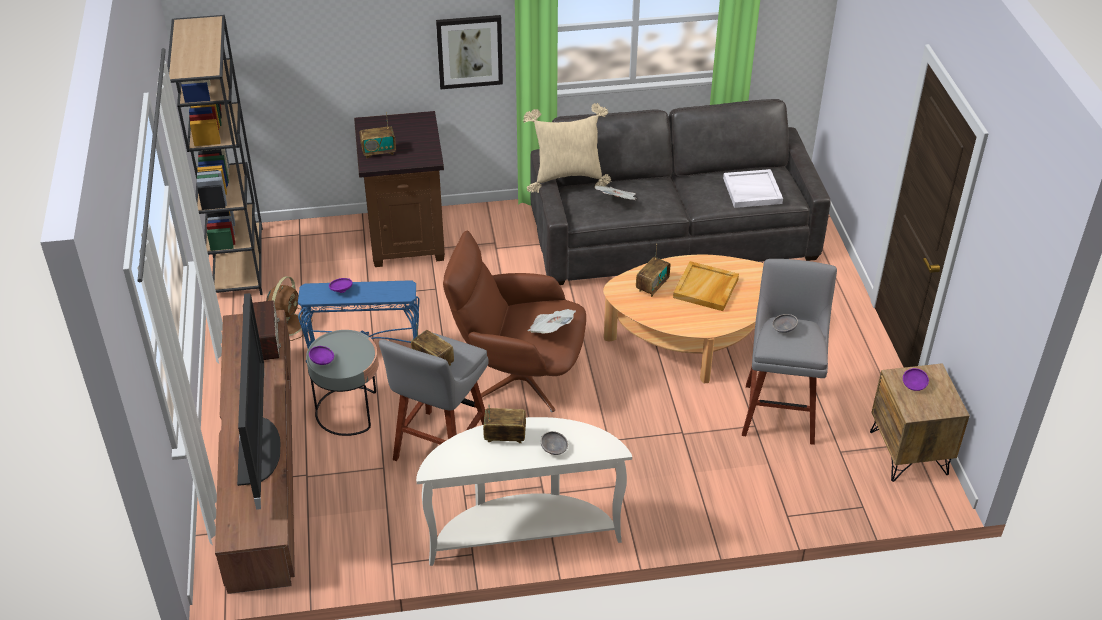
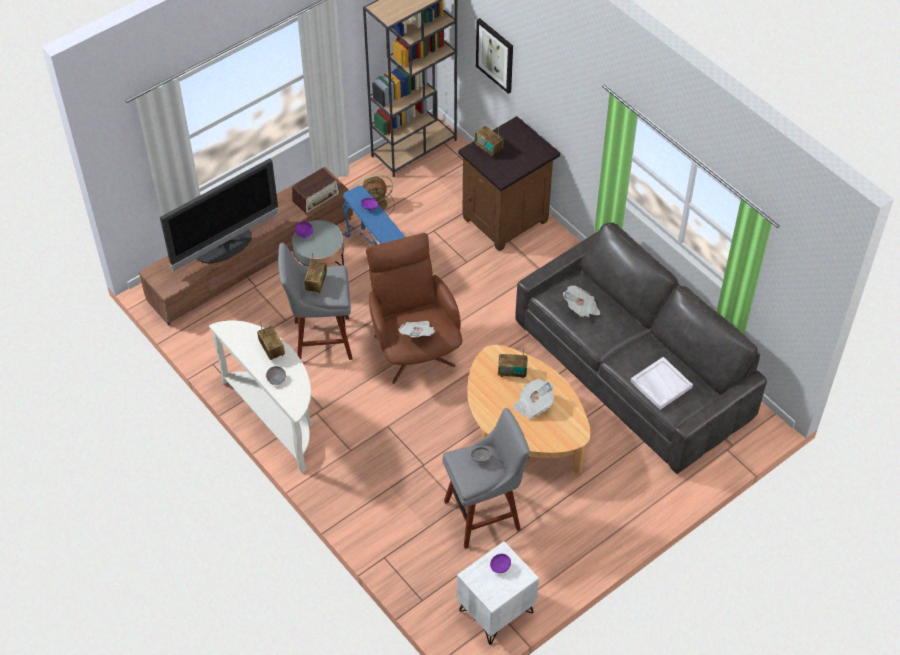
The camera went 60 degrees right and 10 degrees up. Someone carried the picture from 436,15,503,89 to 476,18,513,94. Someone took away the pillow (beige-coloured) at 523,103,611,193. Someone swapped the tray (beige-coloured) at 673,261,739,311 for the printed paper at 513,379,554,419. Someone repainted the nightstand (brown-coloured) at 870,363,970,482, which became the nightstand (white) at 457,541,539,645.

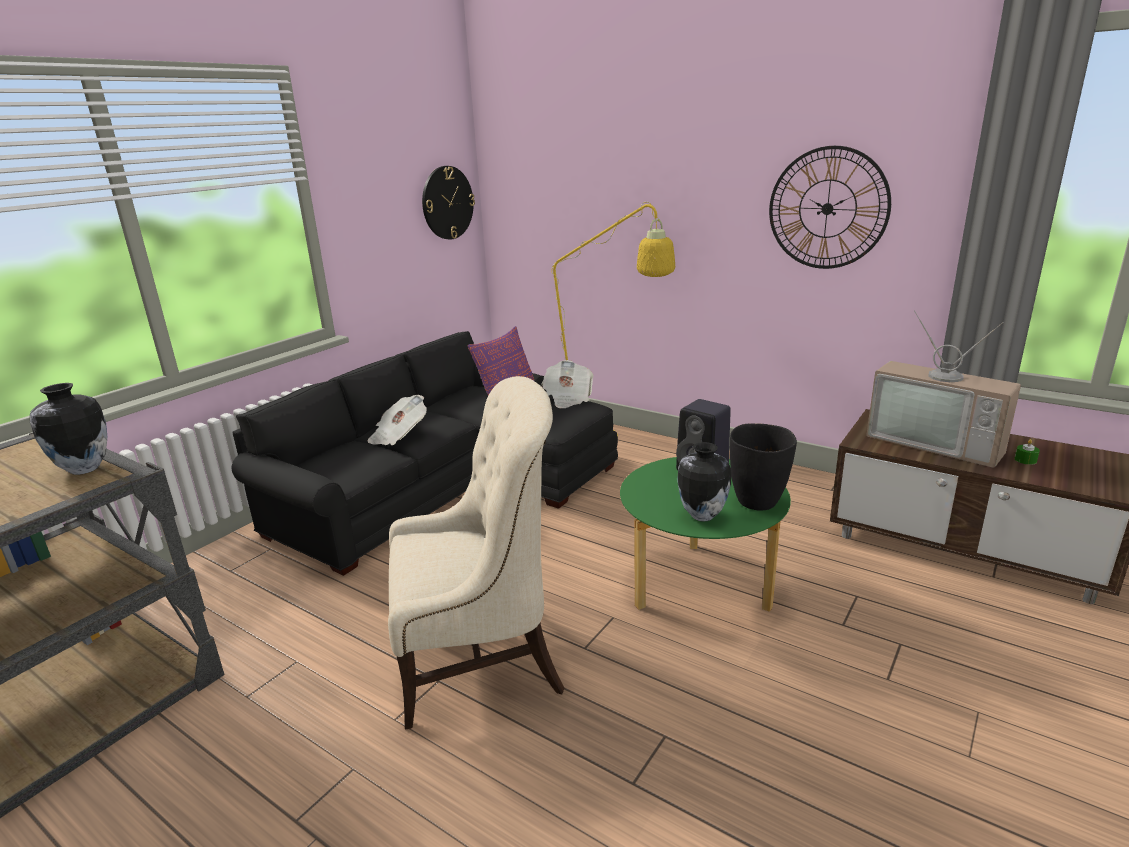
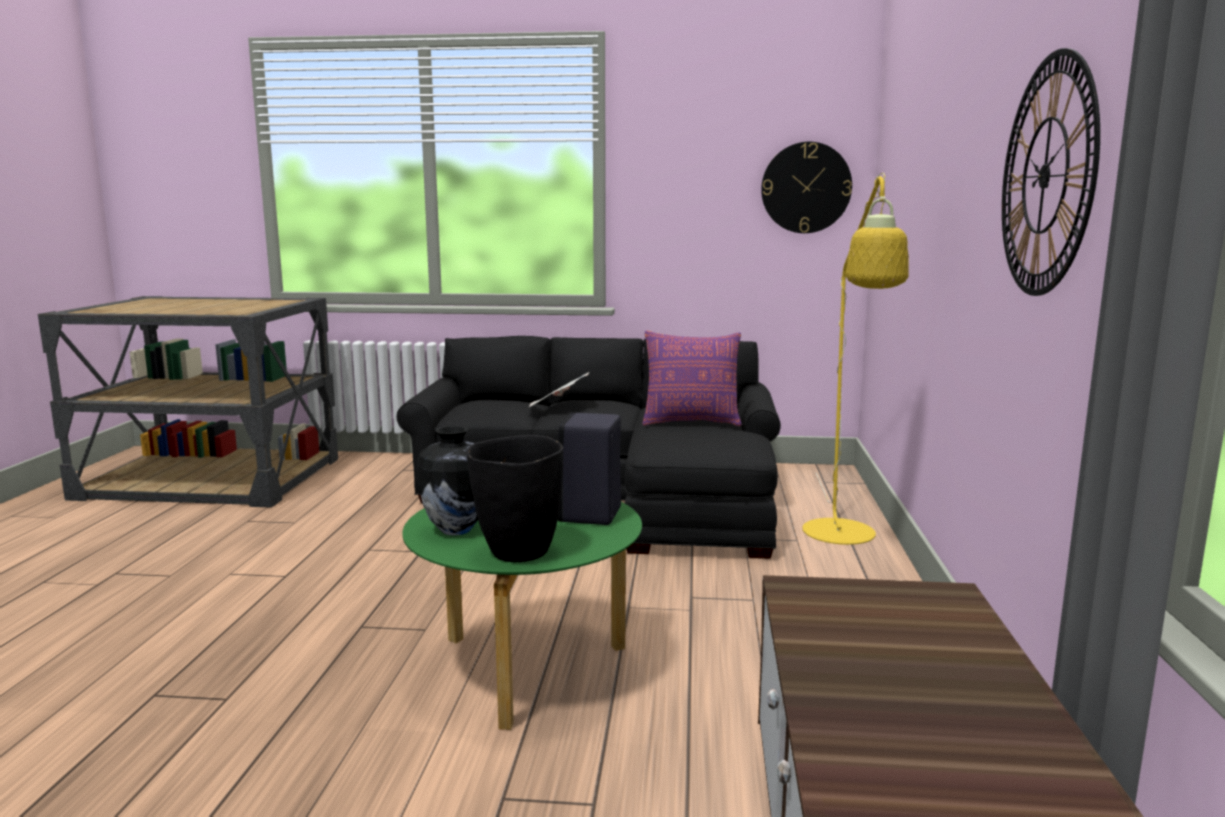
The camera went 60 degrees right and 10 degrees down. Someone took away the TV at 866,310,1021,468. Someone took away the printed paper at 542,360,594,408. Someone took away the lounge chair (beige-coloured) at 388,376,564,729. Someone took away the flower vase at 30,383,107,475. Someone took away the candle (green) at 1014,439,1040,465.

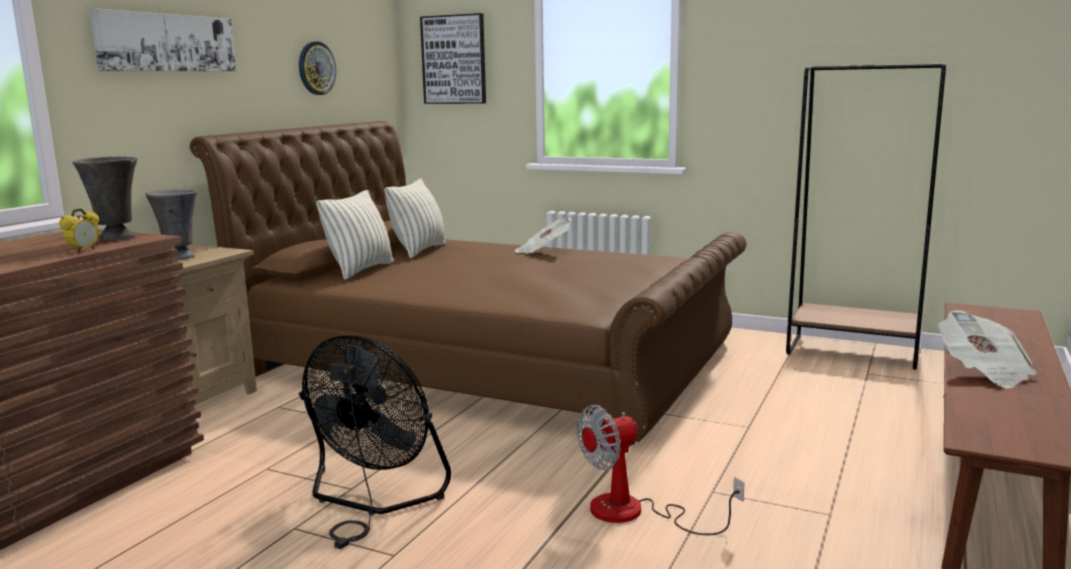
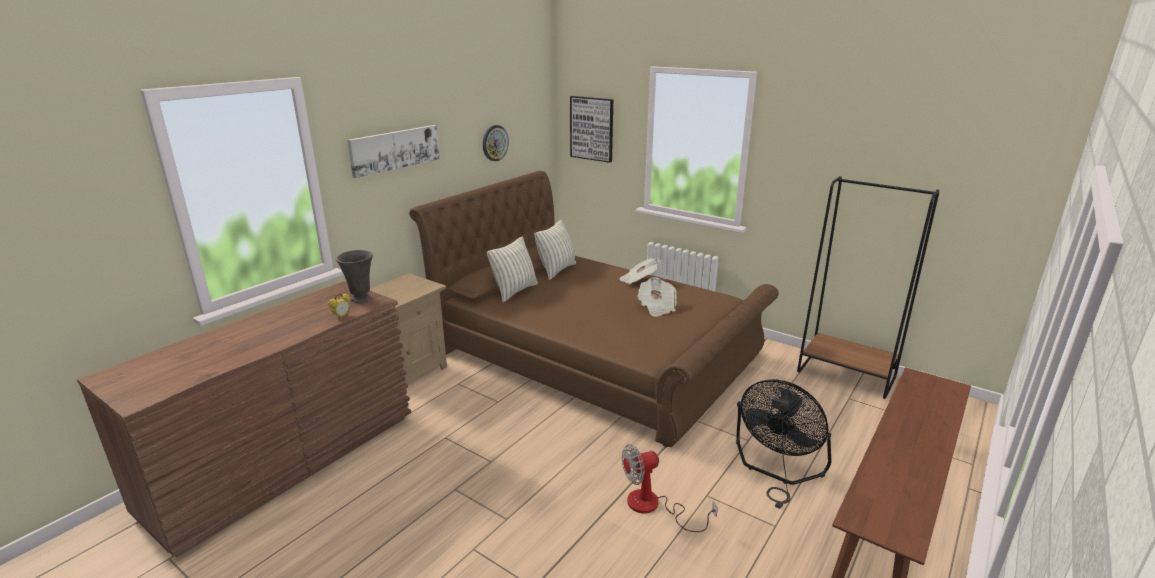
The camera went 10 degrees right and 10 degrees up. Someone took away the flower vase (greyish) at 145,189,197,259. Someone carried the printed paper from 938,310,1037,389 to 637,277,677,317. Someone carried the cooling fan (black) from 299,336,451,549 to 736,379,832,509.

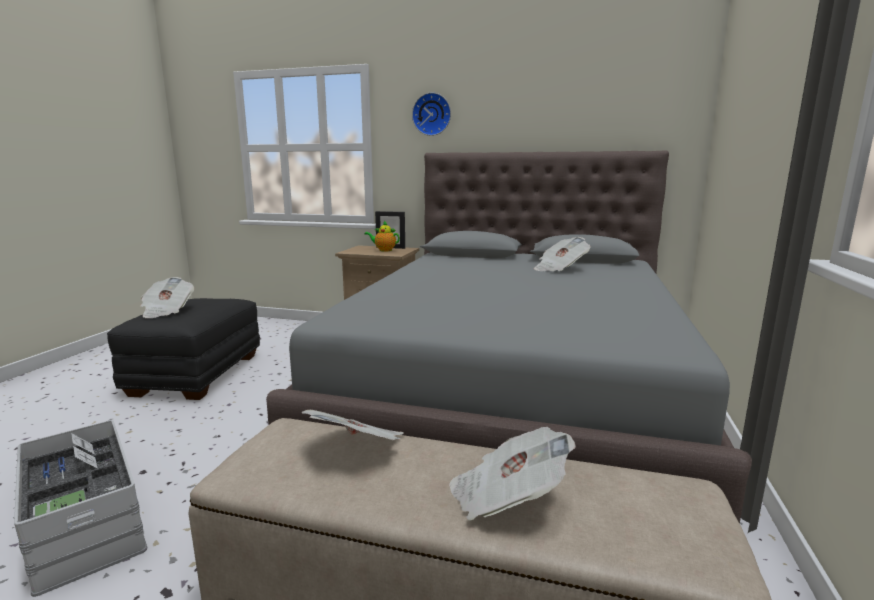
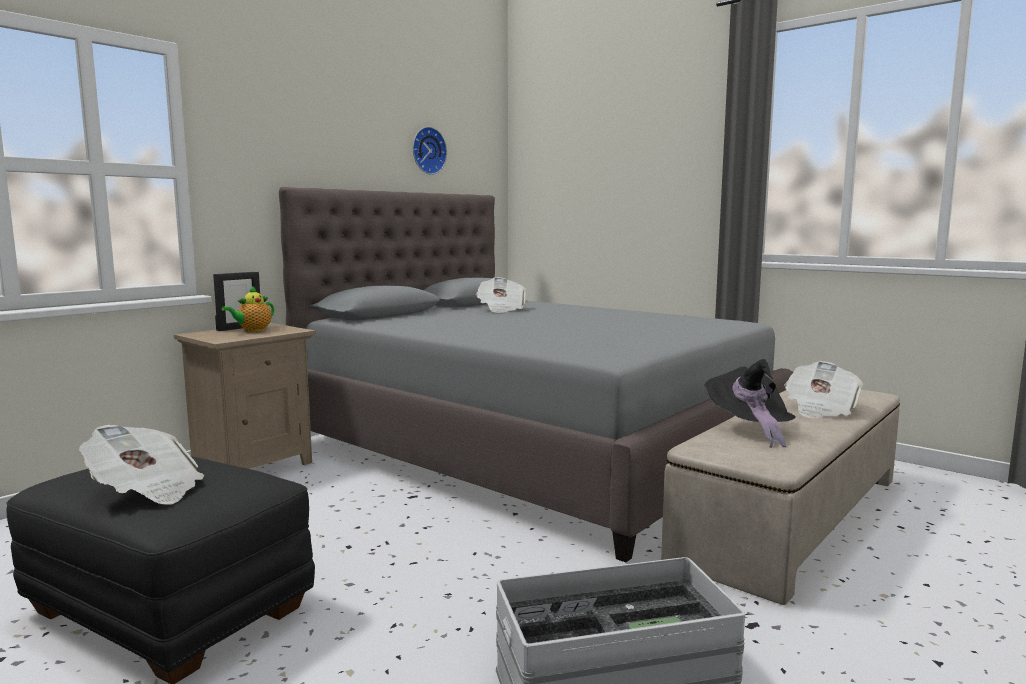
The camera went 65 degrees left and 5 degrees down. Someone carried the hanging clock from 412,92,451,136 to 413,127,447,175. Someone swapped the printed paper at 302,410,404,441 for the wearable hat (black) at 704,359,796,448.

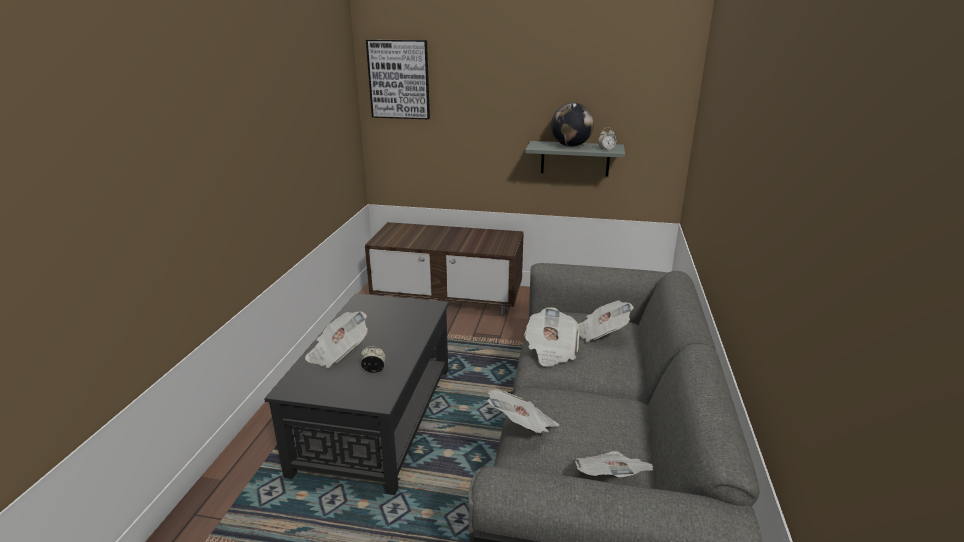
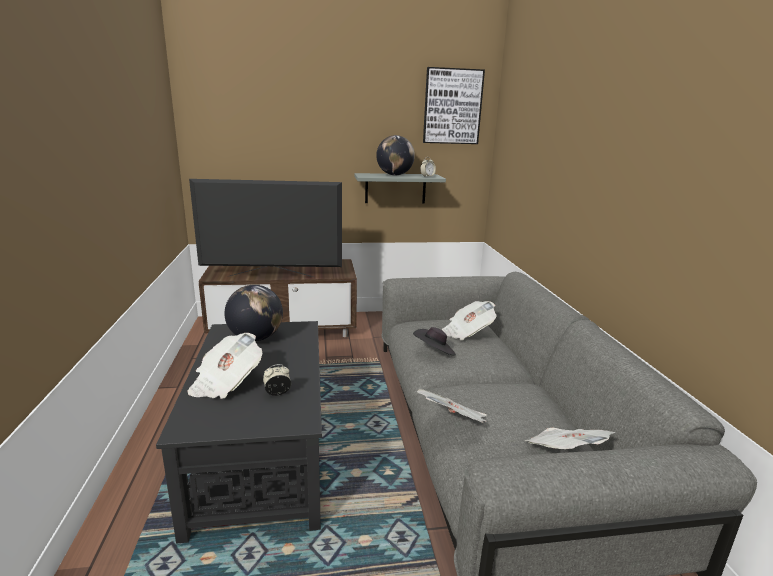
The camera went 20 degrees left and 5 degrees down. Someone carried the picture from 366,39,430,119 to 423,67,485,144. Someone swapped the printed paper at 524,307,580,367 for the wearable hat (black) at 413,327,456,356. Someone put down the TV at 189,179,342,277. Someone put down the globe at 224,285,283,341.

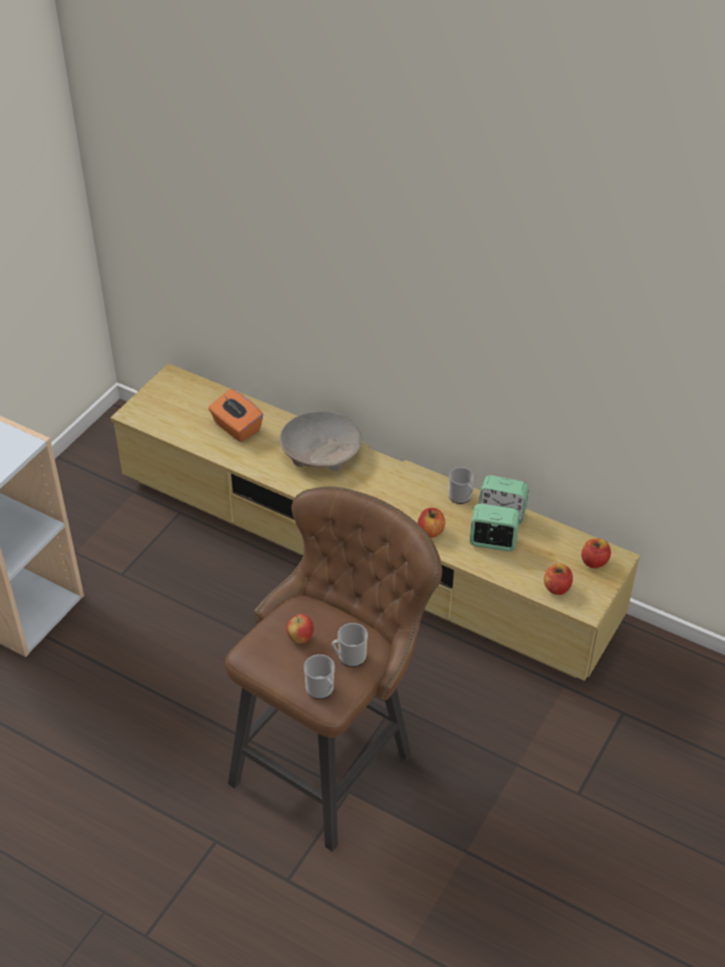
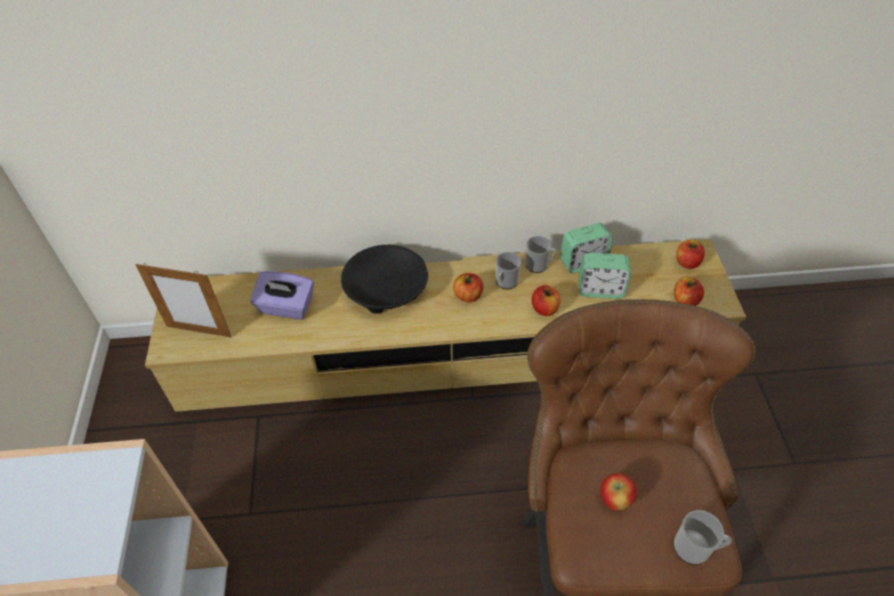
The camera went 35 degrees left and 5 degrees up. Someone repainted the tissue box (orange-coloured) at 208,389,263,442, which became the tissue box (purplish) at 250,271,314,319. Someone repainted the bowl (beige-coloured) at 280,411,362,471, which became the bowl (black) at 341,245,428,314. Someone rotated the bedside clock at 470,504,520,551 by 150 degrees counterclockwise. Someone carried the coffee mug from 332,623,368,667 to 495,252,521,289. Someone put down the photo frame at 136,263,232,337. Someone put down the whole apple at 453,273,483,302.

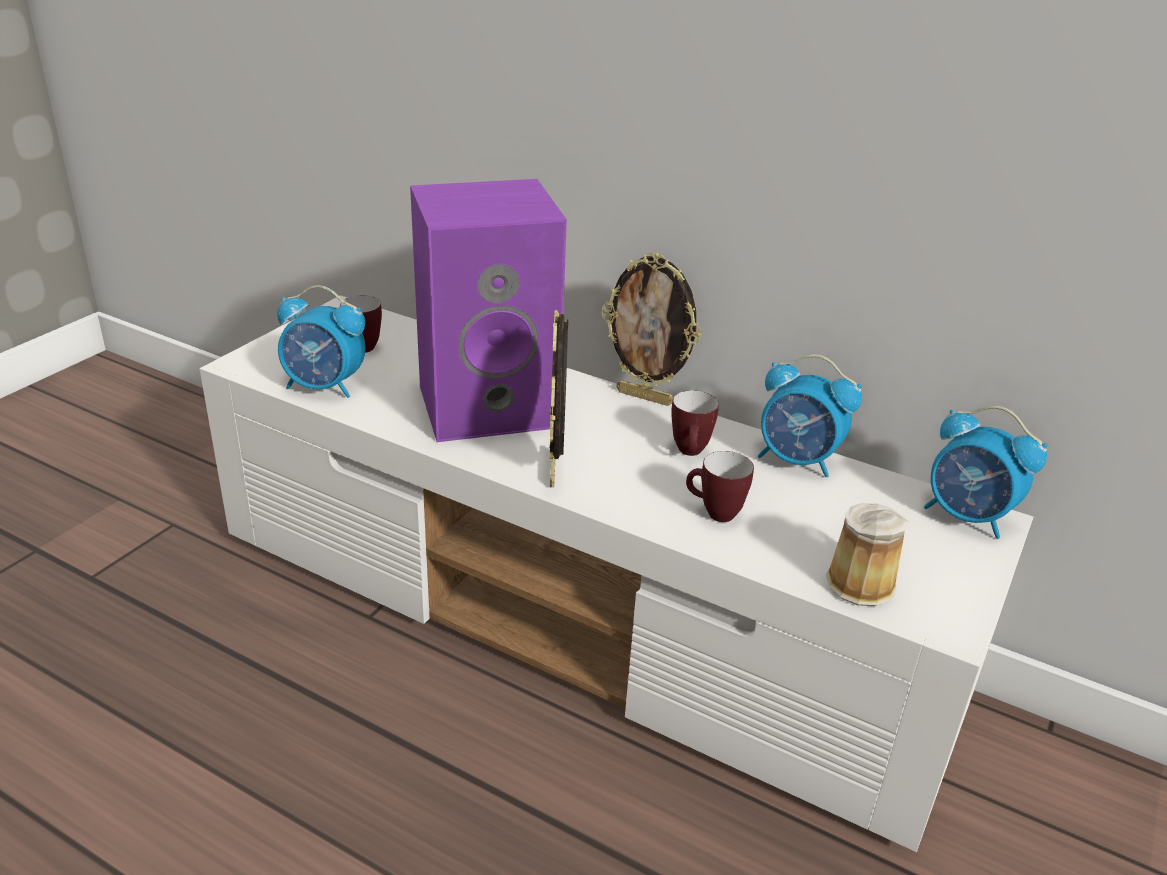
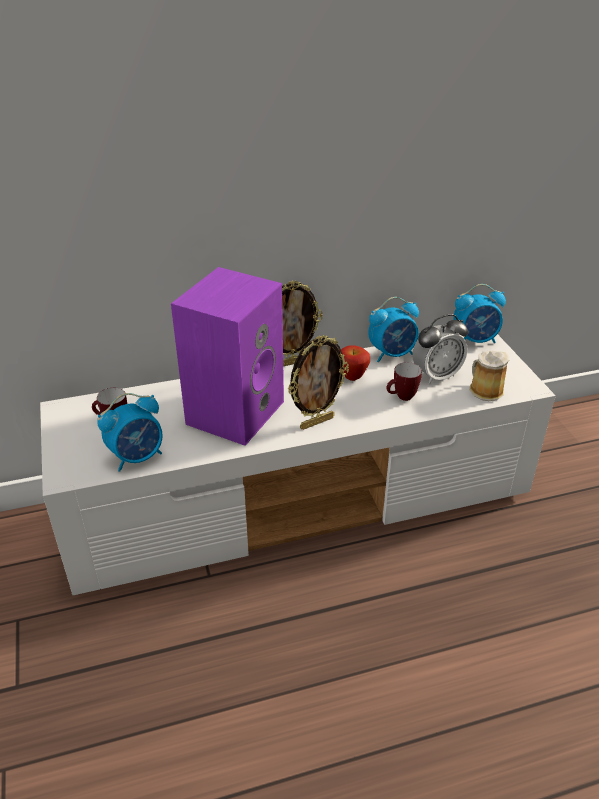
The camera went 45 degrees left and 5 degrees up. Someone rotated the photo frame at 549,310,568,487 by 75 degrees counterclockwise. Someone swapped the coffee mug at 671,390,719,456 for the whole apple at 341,345,370,381. Someone put down the bedside clock at 412,314,468,384.

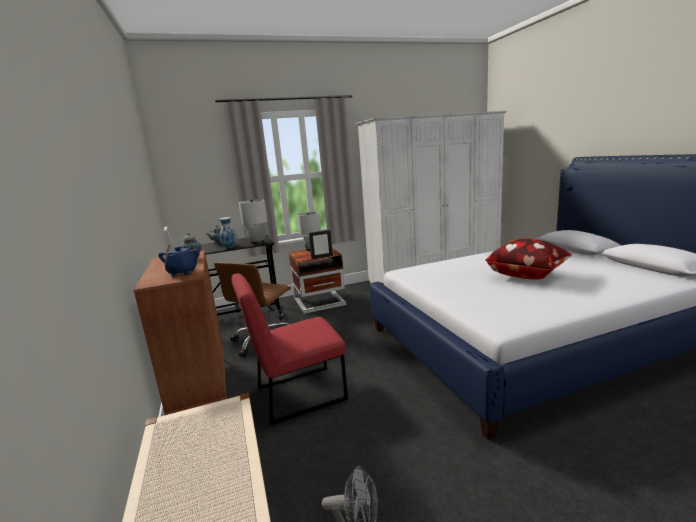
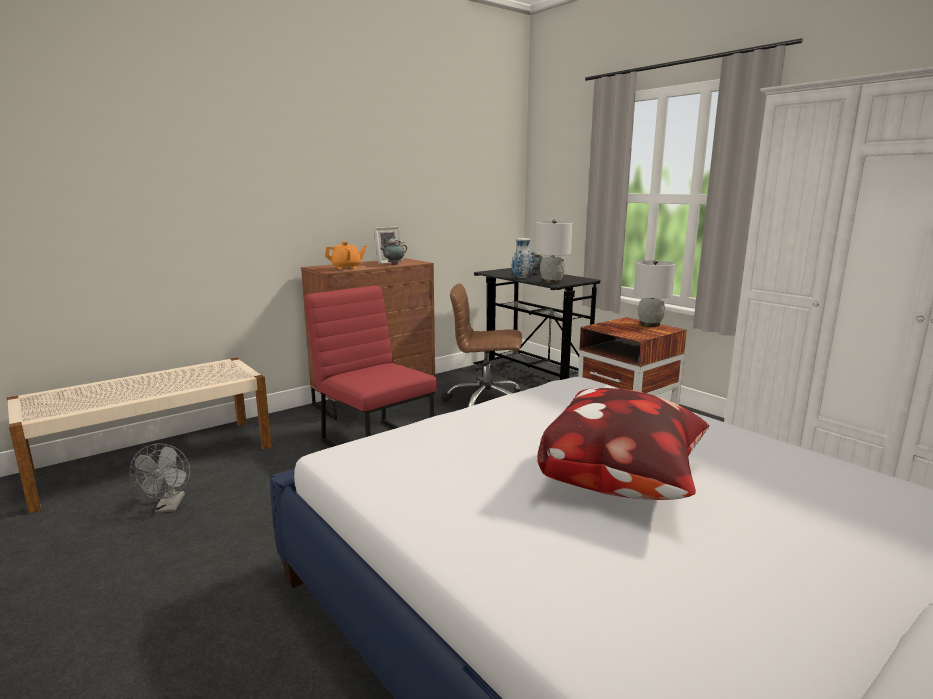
The camera went 70 degrees right and 0 degrees up. Someone took away the photo frame at 309,230,333,259. Someone repainted the tea pot (blue) at 158,246,200,276, which became the tea pot (orange-coloured) at 325,242,367,270.

